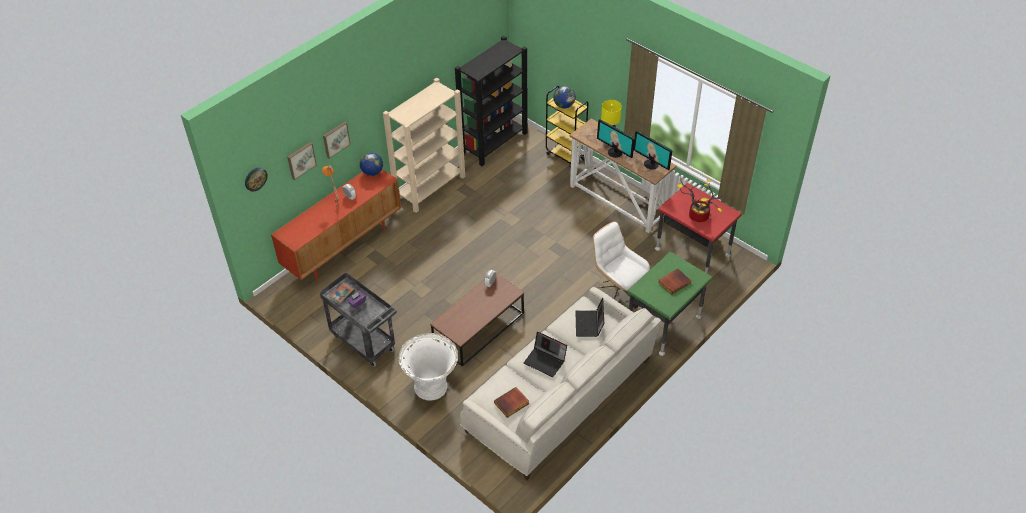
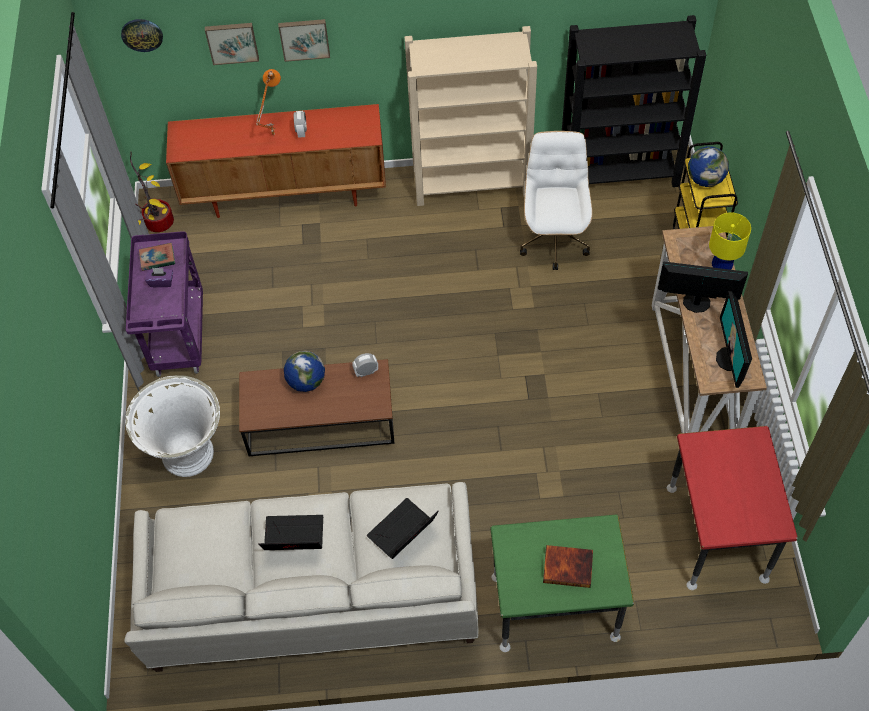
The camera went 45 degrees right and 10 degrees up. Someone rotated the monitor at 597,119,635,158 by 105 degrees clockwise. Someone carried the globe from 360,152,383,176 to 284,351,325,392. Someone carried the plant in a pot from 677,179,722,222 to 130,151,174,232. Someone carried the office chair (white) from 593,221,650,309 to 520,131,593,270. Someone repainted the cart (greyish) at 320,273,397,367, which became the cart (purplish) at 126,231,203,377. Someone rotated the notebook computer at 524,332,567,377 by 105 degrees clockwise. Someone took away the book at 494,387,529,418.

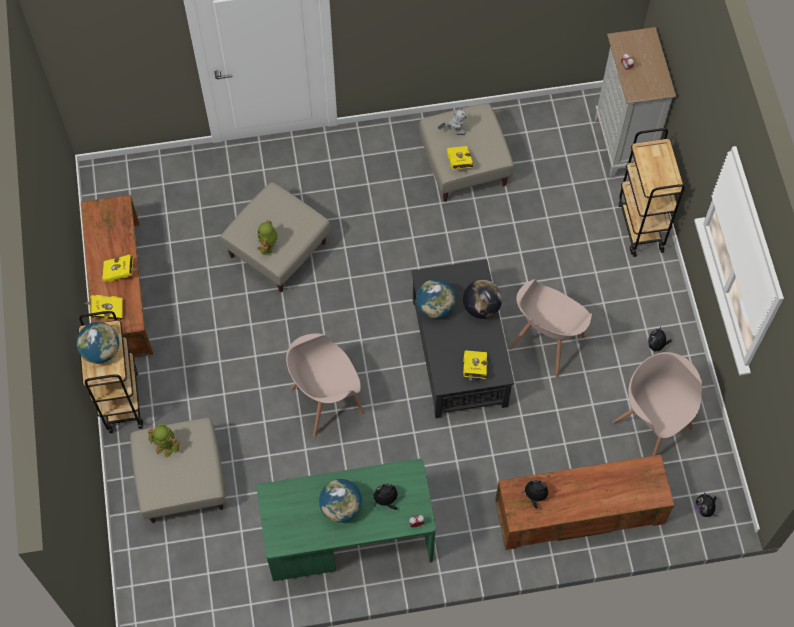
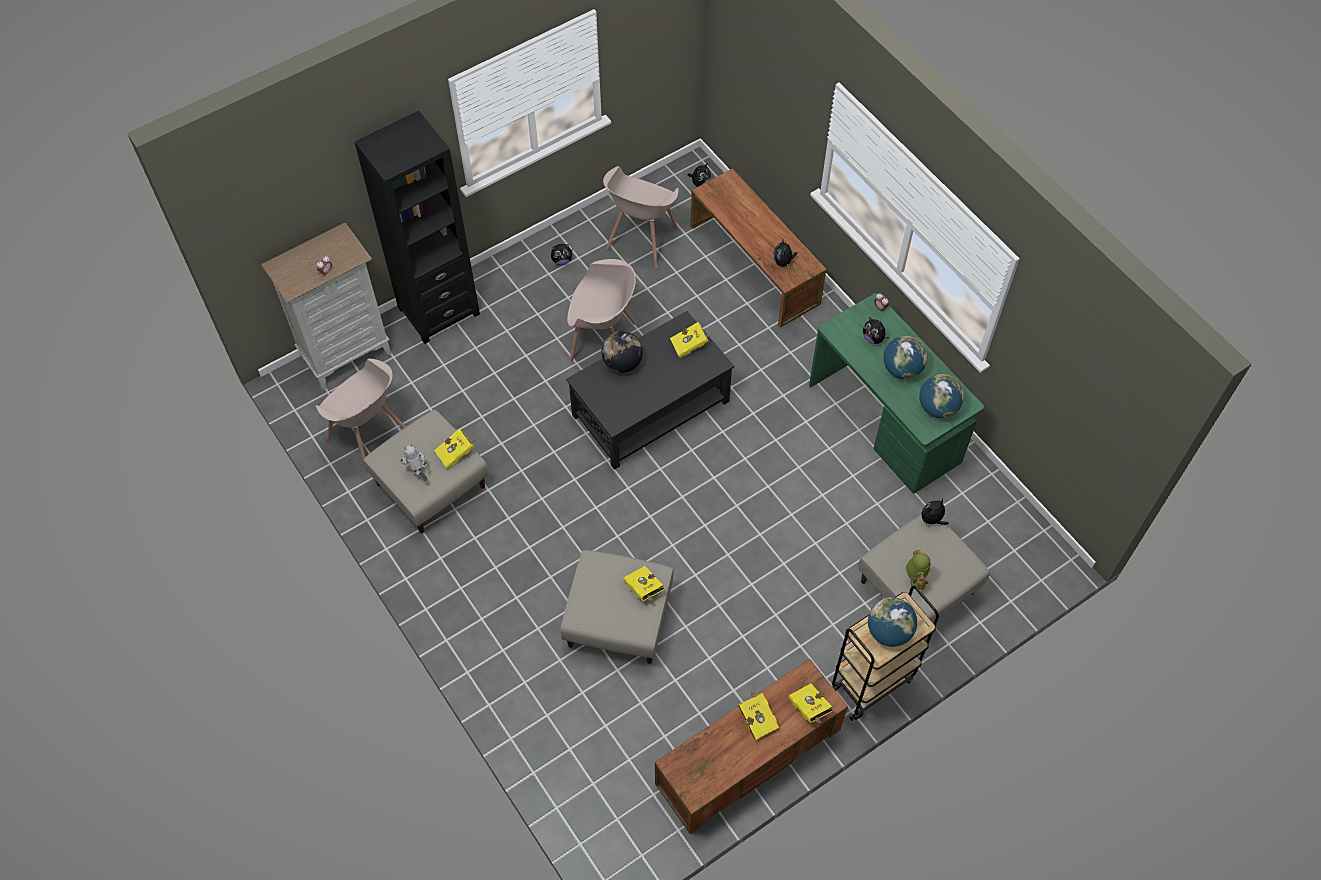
The camera went 115 degrees left and 5 degrees down. Someone swapped the cart (brown-coloured) at 618,128,685,257 for the bookshelf (black) at 355,111,480,344. Someone swapped the model robot at 258,221,278,254 for the book (yellow-coloured) at 624,566,664,601. Someone carried the globe from 416,279,456,318 to 919,374,964,418. Someone carried the chair (beige-coloured) from 286,334,365,437 to 316,359,406,474. Someone put down the cuddly toy at 922,499,949,525.

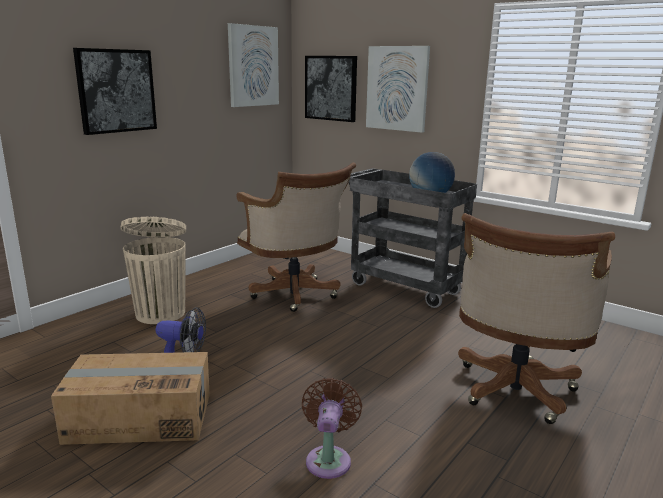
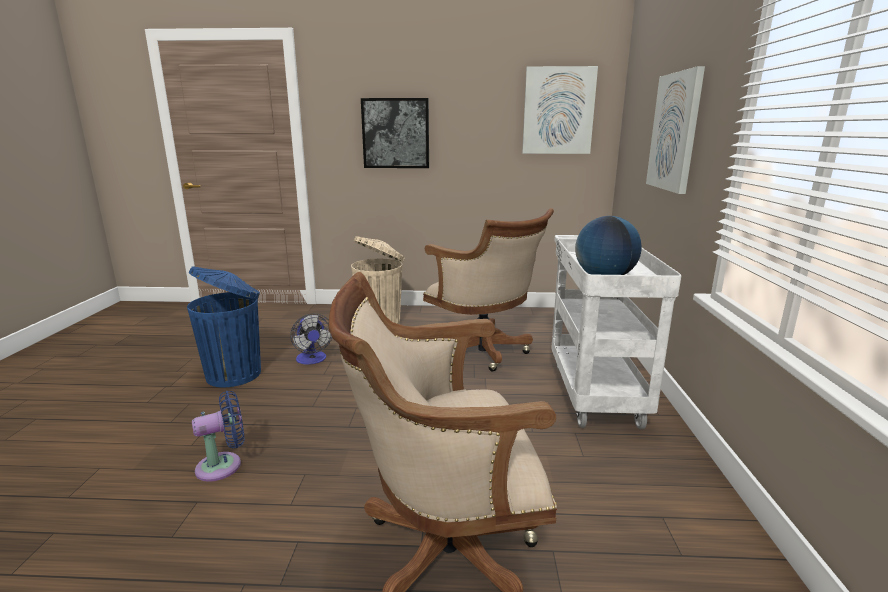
The camera went 55 degrees right and 0 degrees up. Someone took away the picture at 305,56,357,122. Someone rotated the office chair at 237,163,356,312 by 60 degrees counterclockwise. Someone repainted the cart (black) at 348,168,477,308, which became the cart (white) at 551,235,681,429. Someone swapped the carton at 51,352,210,445 for the trash can (blue) at 187,266,261,387. Someone repainted the cooling fan (brown-coloured) at 302,378,362,479, which became the cooling fan (blue) at 192,391,244,482.

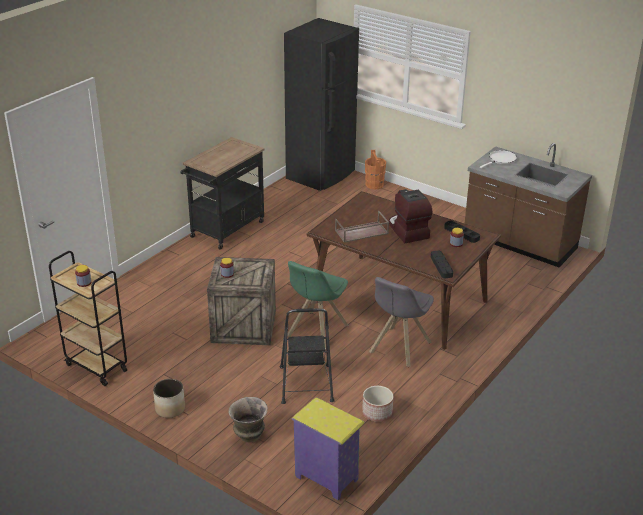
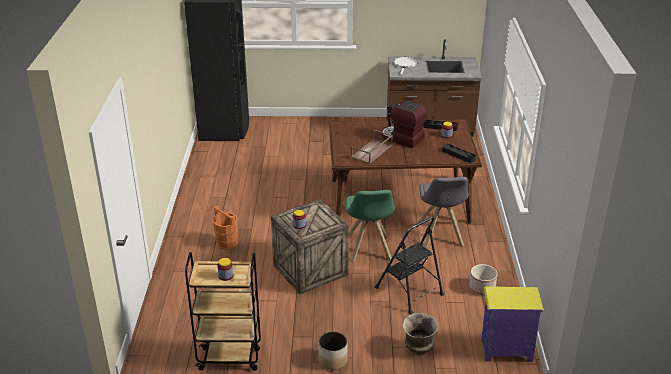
The camera went 35 degrees left and 0 degrees up. Someone took away the cart (black) at 180,137,265,250. Someone carried the water bucket (orange-coloured) from 365,150,386,189 to 213,206,238,250.

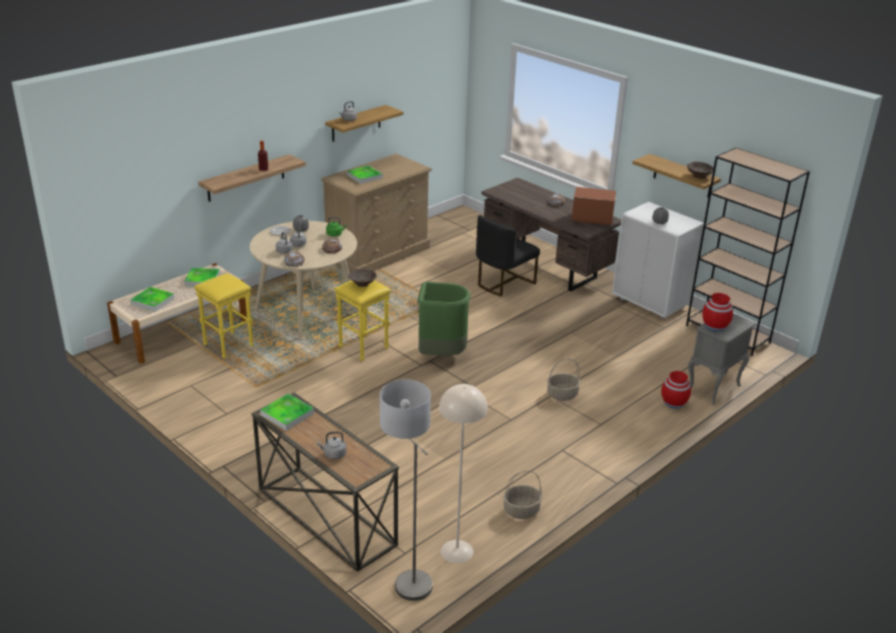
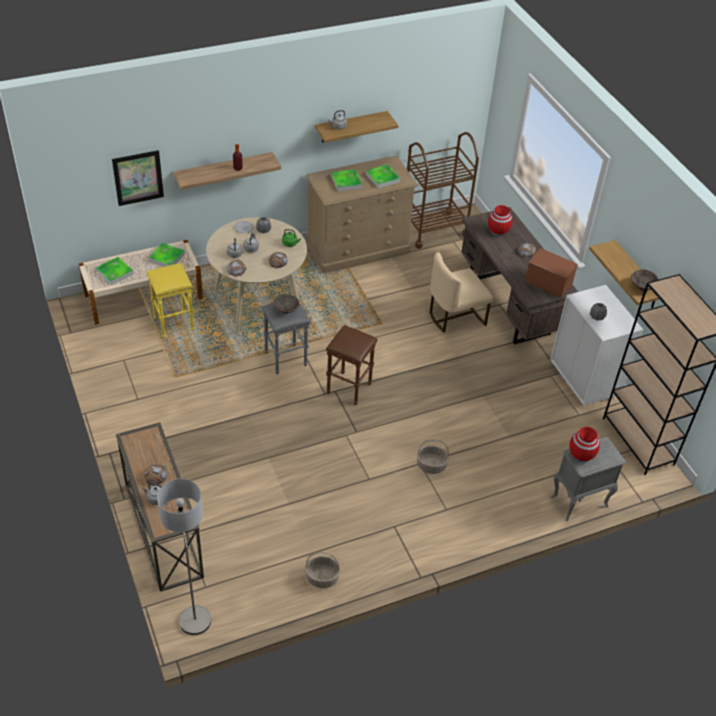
The camera went 20 degrees right and 15 degrees up. Someone repainted the chair (black) at 476,215,540,297, which became the chair (beige-coloured) at 430,252,493,333. Someone repainted the stool seat (yellow-coloured) at 334,280,391,361, which became the stool seat (greyish) at 262,303,310,374. Someone swapped the trash can (green) at 417,282,471,356 for the stool seat (brown-coloured) at 326,325,377,405. Someone carried the flower vase (reddish) from 661,371,691,408 to 488,205,512,236. Someone took away the standard lamp (beige-coloured) at 439,384,488,563. Someone carried the tray from 260,394,314,431 to 366,164,400,188. Someone put down the cart (brown-coloured) at 407,132,479,249. Someone put up the picture at 112,150,164,206. Someone put down the baked bread at 144,464,167,486.

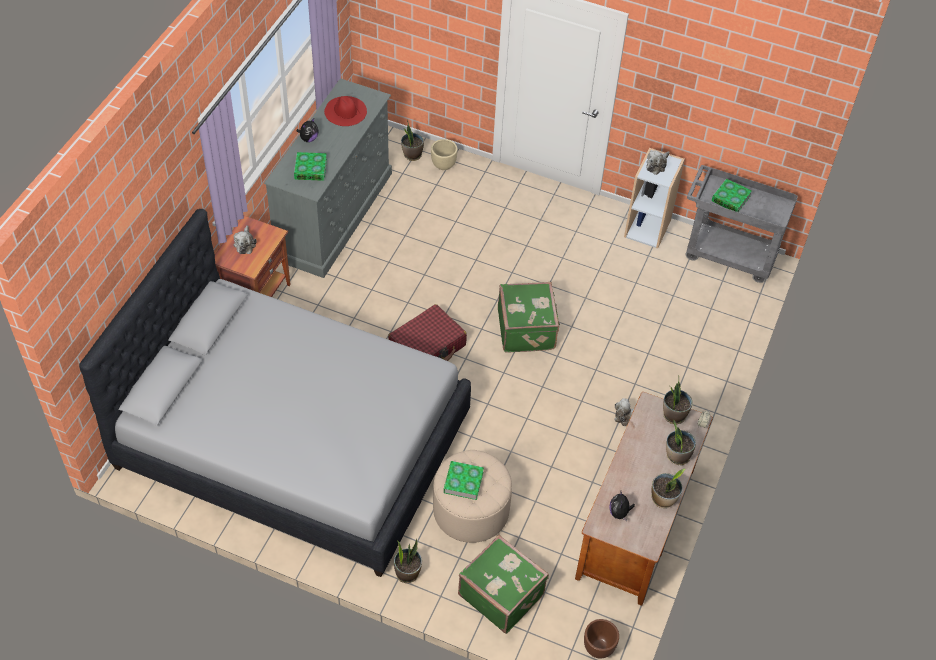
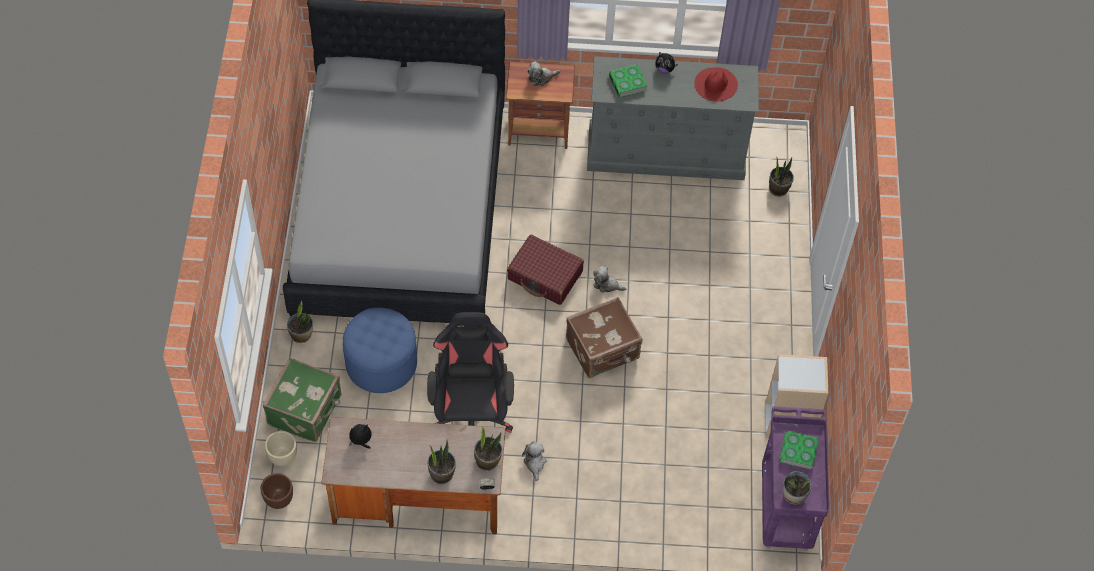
The camera went 70 degrees right and 5 degrees up. Someone carried the planter (beige-coloured) from 431,139,457,170 to 265,431,297,466. Someone carried the cuddly toy from 646,150,670,175 to 593,266,626,293. Someone repainted the cart (greyish) at 686,165,798,283, which became the cart (purplish) at 762,407,829,551. Someone repainted the piece of luggage (green) at 498,282,560,353, which became the piece of luggage (brown-coloured) at 566,297,643,378. Someone repainted the ottoman (beige-coloured) at 433,450,512,543, which became the ottoman (blue) at 342,308,417,393. Someone took away the book at 443,461,484,500. Someone carried the plant in a pot from 652,469,685,508 to 783,471,811,504. Someone put down the office chair (black) at 427,312,514,433.

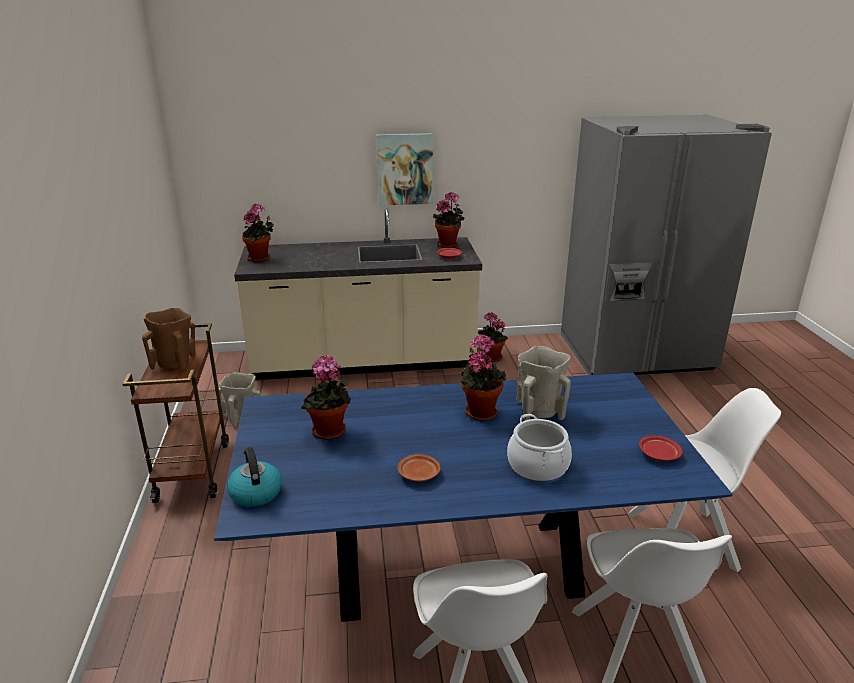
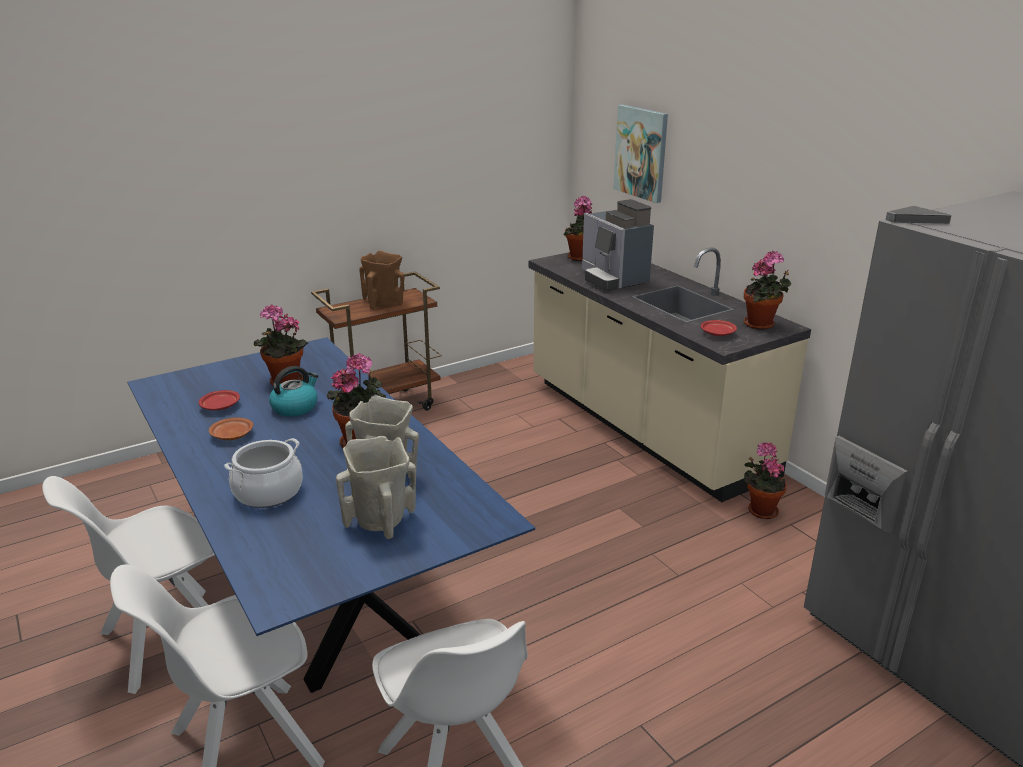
The camera went 65 degrees right and 0 degrees up. Someone carried the picture from 376,133,433,206 to 613,104,668,203. Someone carried the flower vase (beige-coloured) from 219,372,261,427 to 336,436,416,539. Someone carried the dinner plate (reddish) from 639,435,683,461 to 199,390,240,410. Someone carried the water kettle from 227,447,282,507 to 269,366,318,417. Someone put down the coffee brewer at 582,199,654,291.

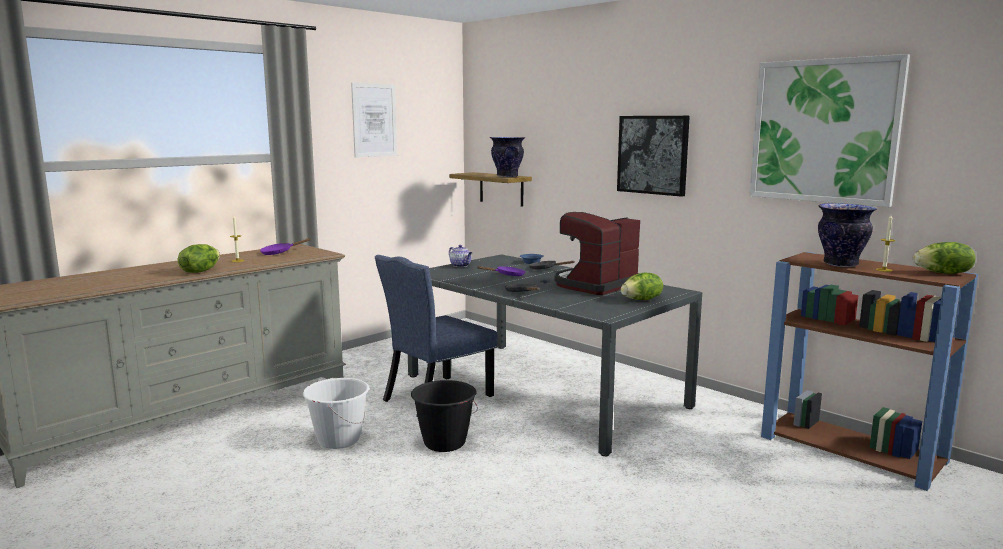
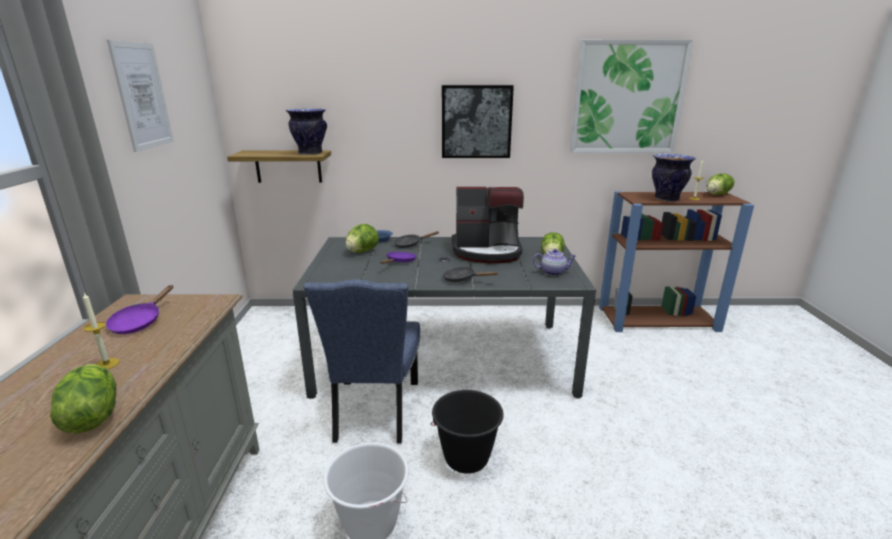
The camera went 45 degrees left and 10 degrees up. Someone rotated the coffee brewer at 554,212,640,295 by 90 degrees counterclockwise. Someone carried the tea pot from 449,245,472,267 to 533,249,576,276. Someone put down the head of lettuce at 345,224,379,253.

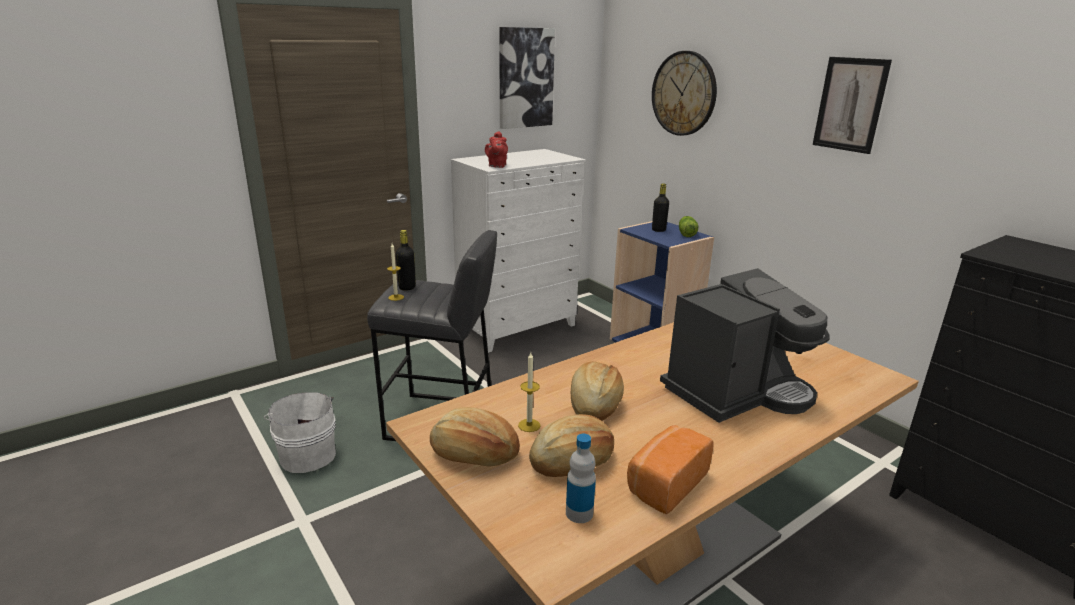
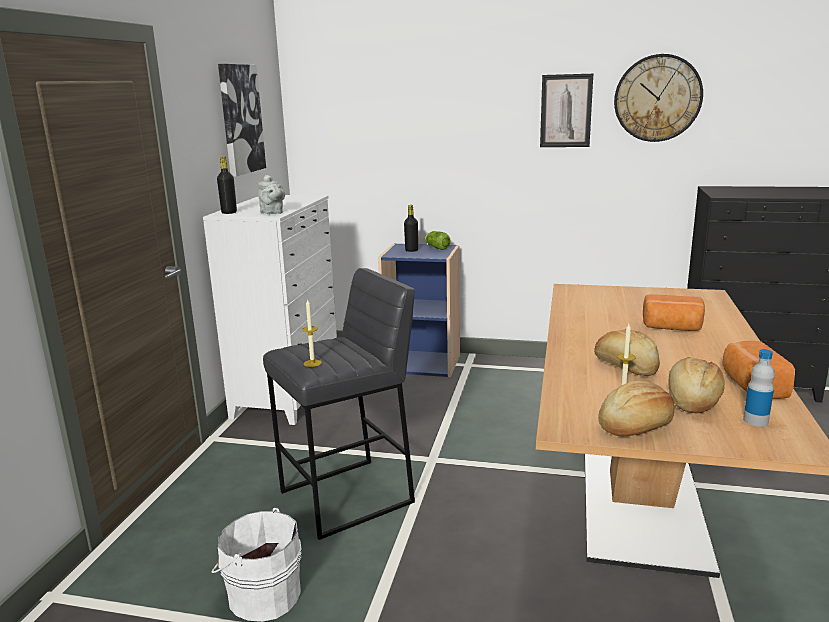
The camera went 40 degrees left and 5 degrees down. Someone carried the hanging clock from 652,51,717,136 to 614,54,703,142. Someone repainted the tea pot (reddish) at 485,131,508,168, which became the tea pot (greyish) at 258,175,285,214. Someone carried the bottle (black) from 396,230,416,291 to 217,156,237,214. Someone swapped the coffee brewer at 660,268,830,423 for the baked bread at 643,294,705,331.

